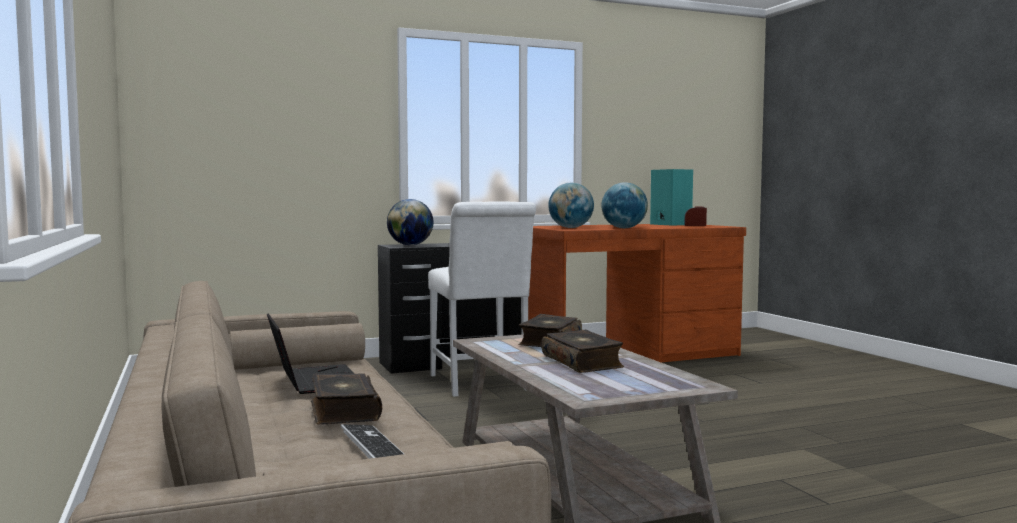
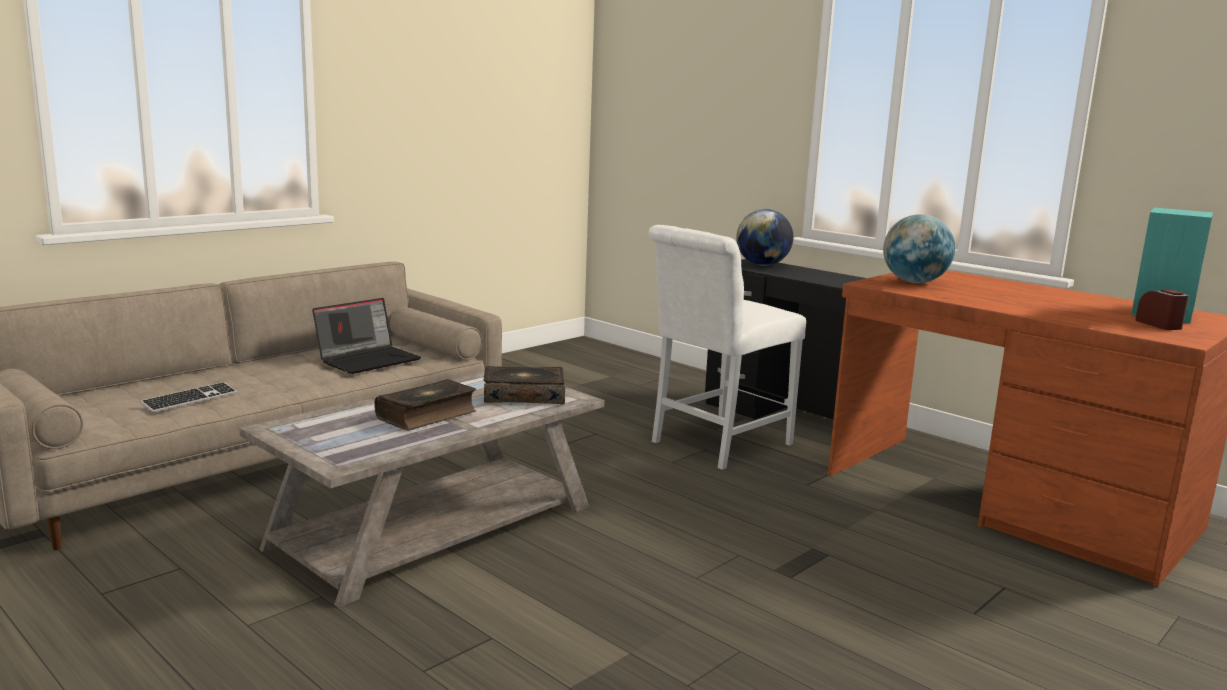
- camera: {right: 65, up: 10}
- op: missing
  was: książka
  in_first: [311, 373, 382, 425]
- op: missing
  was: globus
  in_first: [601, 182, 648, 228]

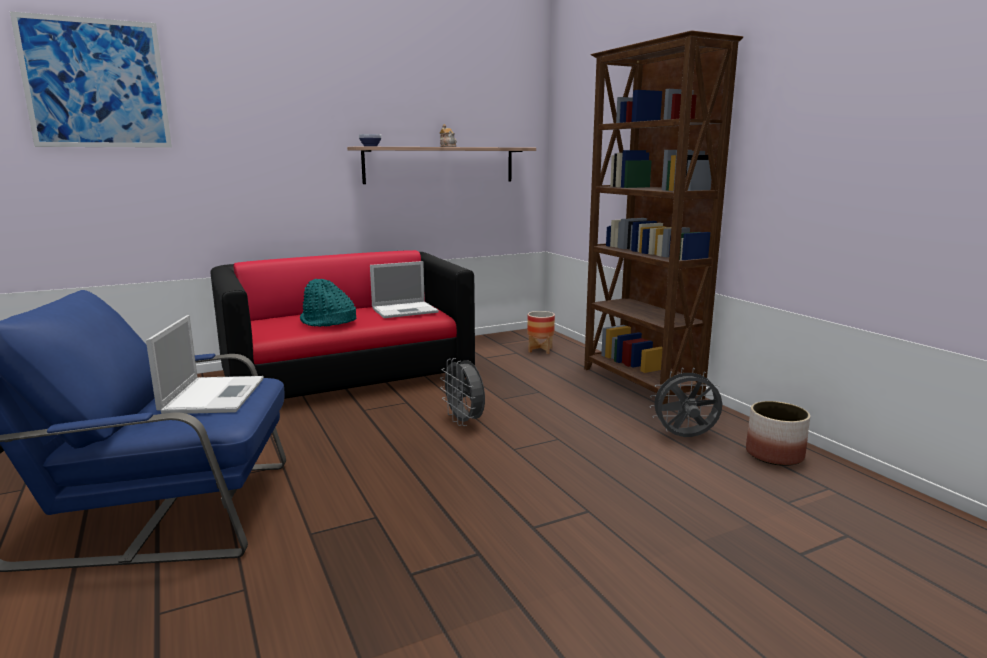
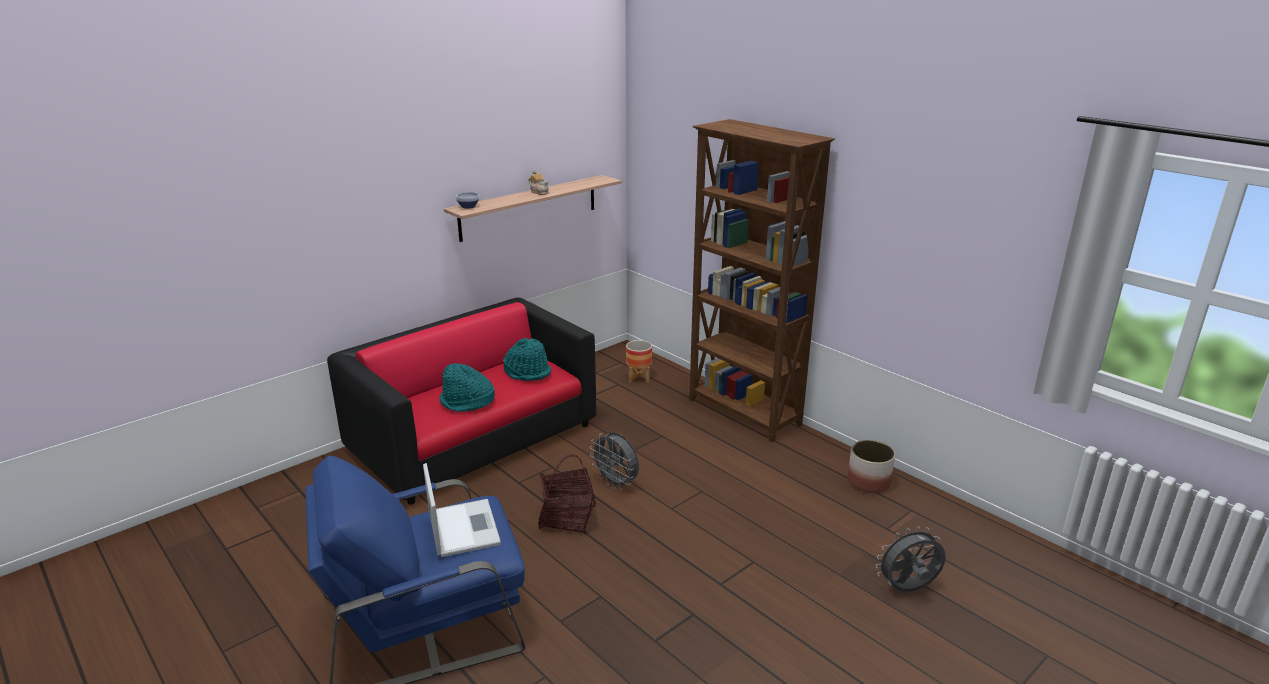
- camera: {right: -15, up: 10}
- op: missing
  was: obraz
  in_first: [10, 11, 172, 148]
- op: exchanged
  was: laptop
  now: kapelusz (turkusowy)
  in_first: [370, 261, 439, 318]
  in_second: [503, 338, 551, 381]
- op: relocated
  was: wentylator (szary)
  in_first: [650, 368, 722, 437]
  in_second: [875, 526, 946, 592]
- op: appeared
  now: koszyk
  in_second: [538, 454, 596, 533]

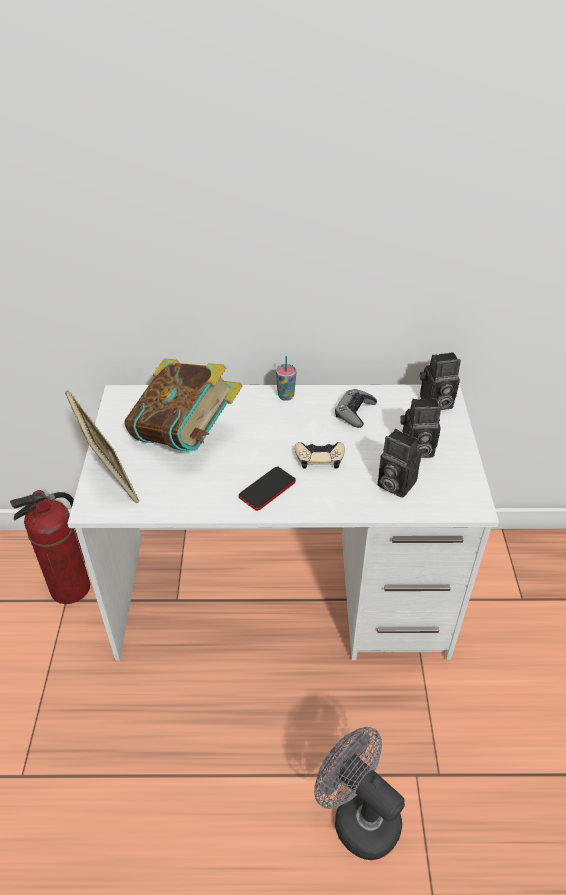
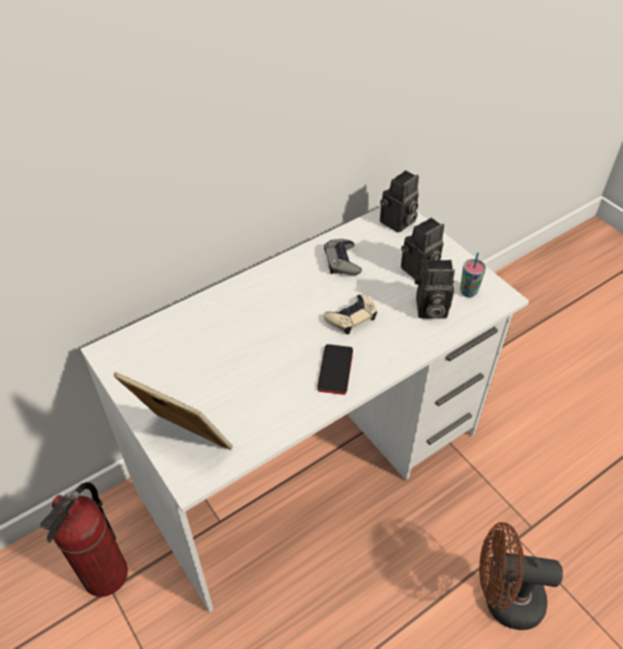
- camera: {right: -35, up: 5}
- op: missing
  was: książka
  in_first: [124, 359, 242, 451]
- op: relocated
  was: filiżanka
  in_first: [276, 356, 297, 401]
  in_second: [460, 252, 486, 297]
- op: colour
  was: wentylator (szary)
  now: wentylator (brązowy)
  in_first: [314, 727, 405, 860]
  in_second: [479, 522, 563, 630]

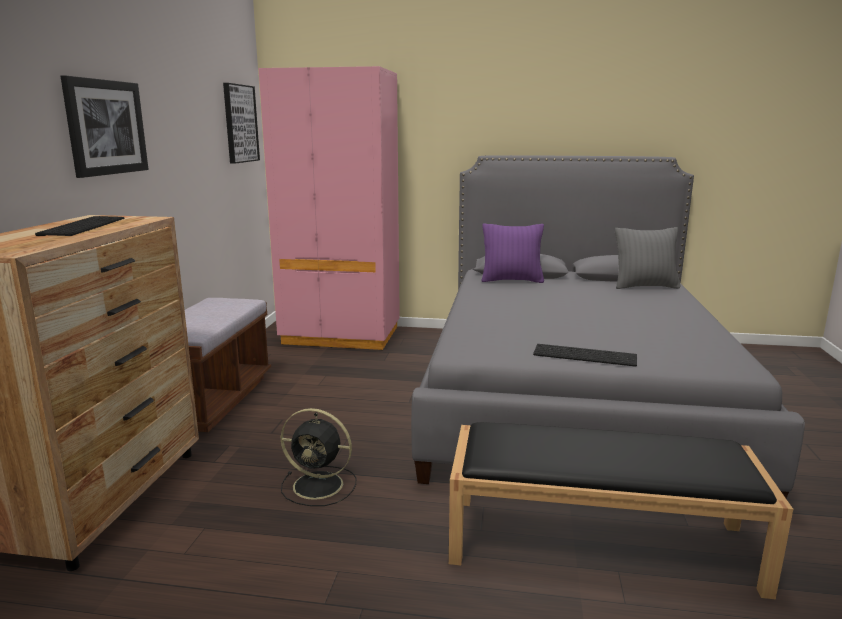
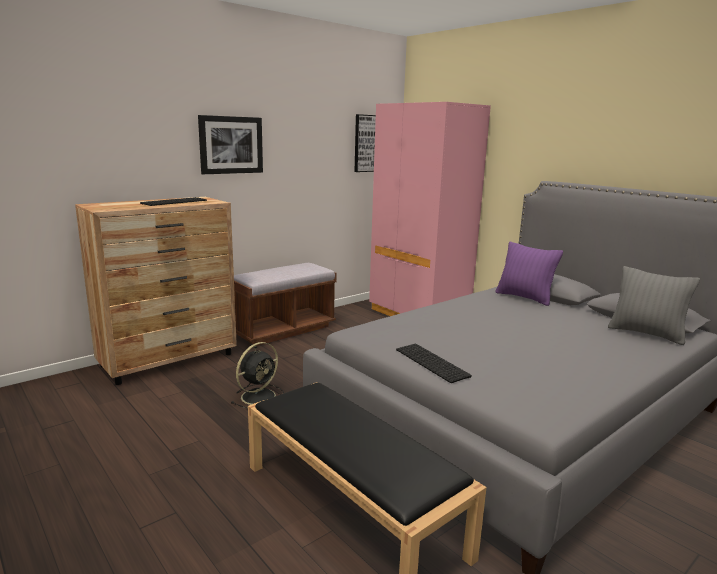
- camera: {right: 40, up: 0}
- op: spun
  was: wentylator (czarny)
  in_first: [281, 408, 356, 506]
  in_second: [231, 342, 284, 408]
  clockwise: -105

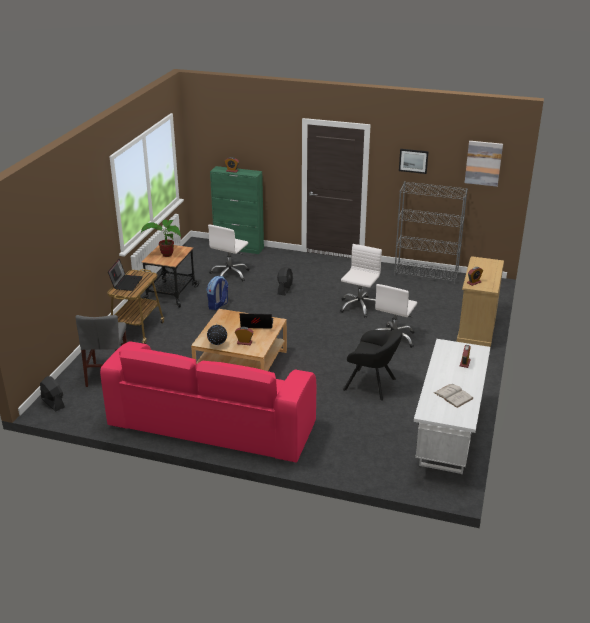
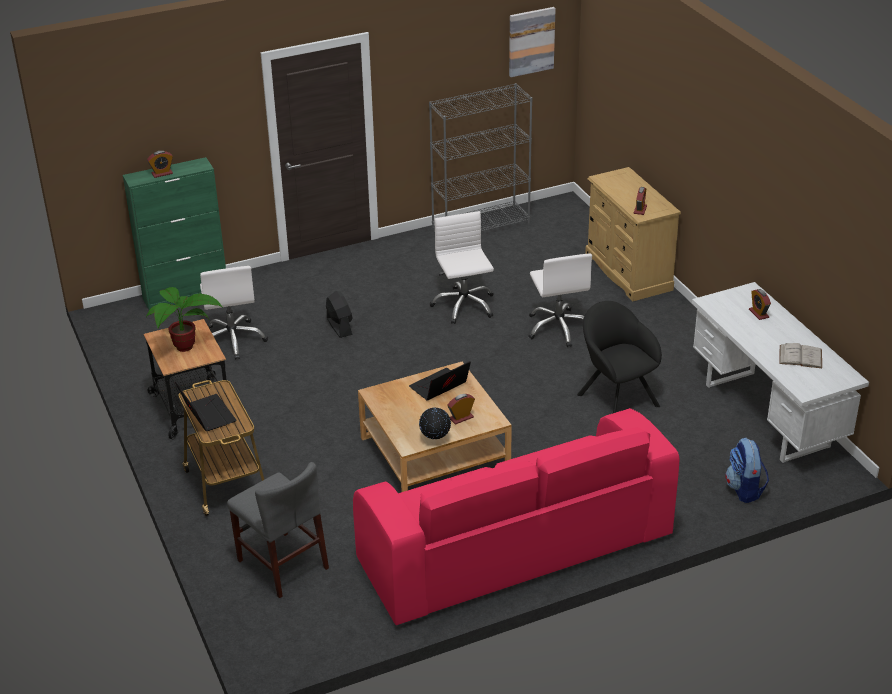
- camera: {right: -40, up: 5}
- op: missing
  was: wentylator (czarny)
  in_first: [40, 376, 65, 411]
- op: relocated
  was: plecak
  in_first: [207, 276, 228, 310]
  in_second: [725, 438, 769, 503]
- op: spun
  was: fotel (czarny)
  in_first: [343, 329, 402, 401]
  in_second: [577, 301, 662, 413]
  clockwise: -105
- op: missing
  was: obraz
  in_first: [399, 149, 429, 174]

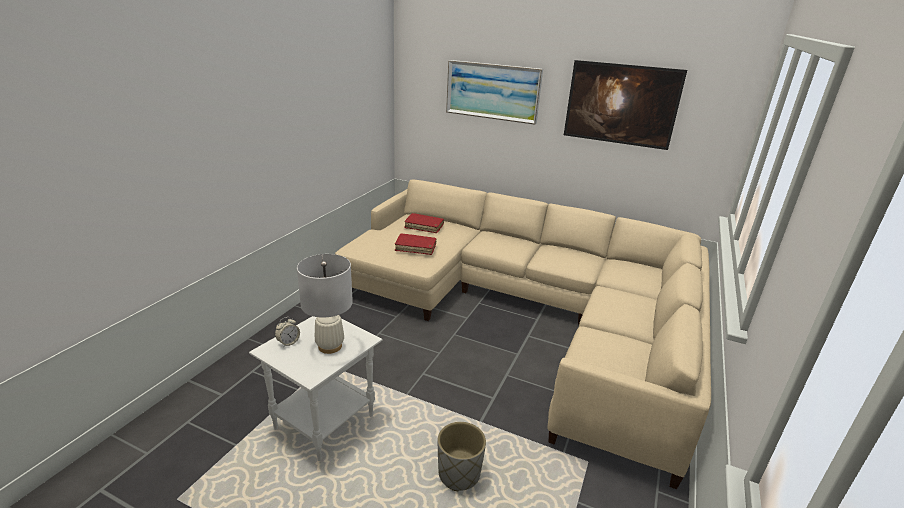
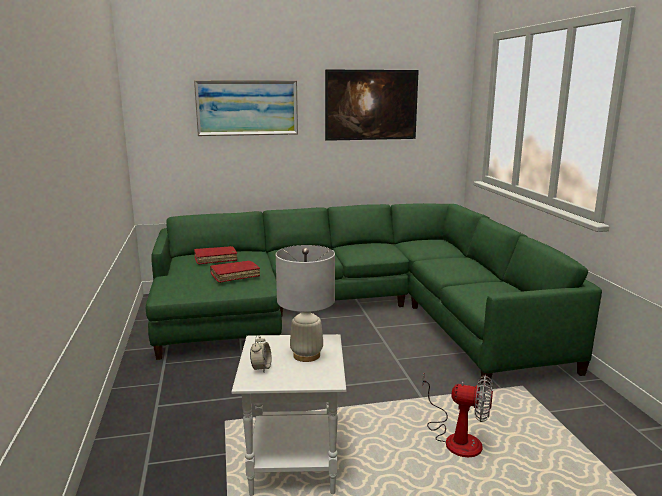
- camera: {right: -35, up: -10}
- op: colour
  was: kanapa (beżowy)
  now: kanapa (zielony)
  in_first: [335, 179, 711, 489]
  in_second: [146, 203, 602, 386]
- op: exchanged
  was: donica (szary)
  now: wentylator
  in_first: [438, 422, 486, 491]
  in_second: [422, 374, 493, 457]

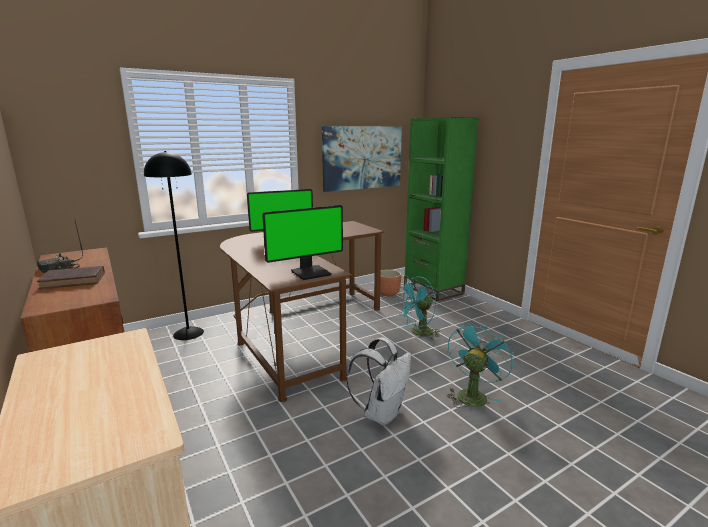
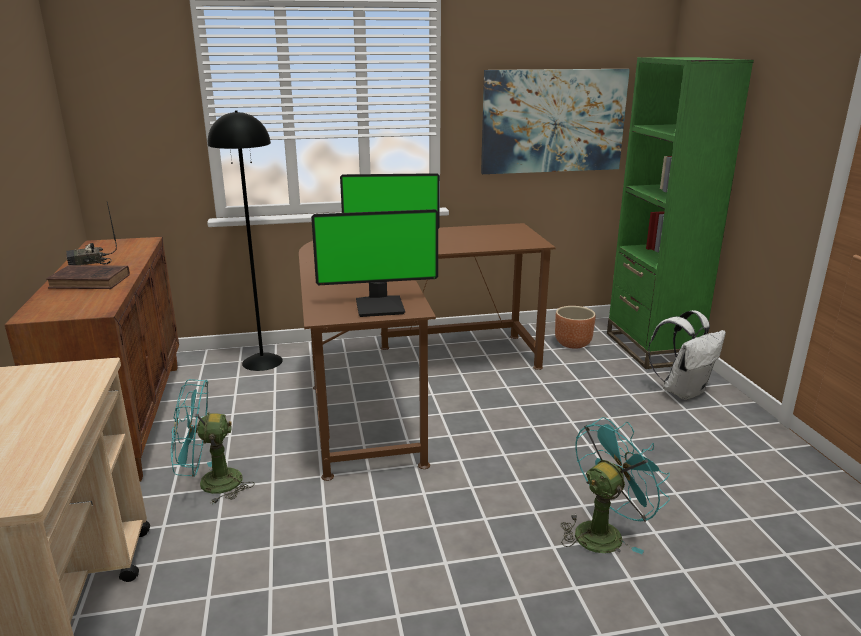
- camera: {right: 20, up: 5}
- op: relocated
  was: plecak (biały)
  in_first: [346, 337, 411, 426]
  in_second: [648, 310, 726, 400]
- op: relocated
  was: wentylator (turkusowy)
  in_first: [396, 276, 440, 339]
  in_second: [171, 379, 255, 505]

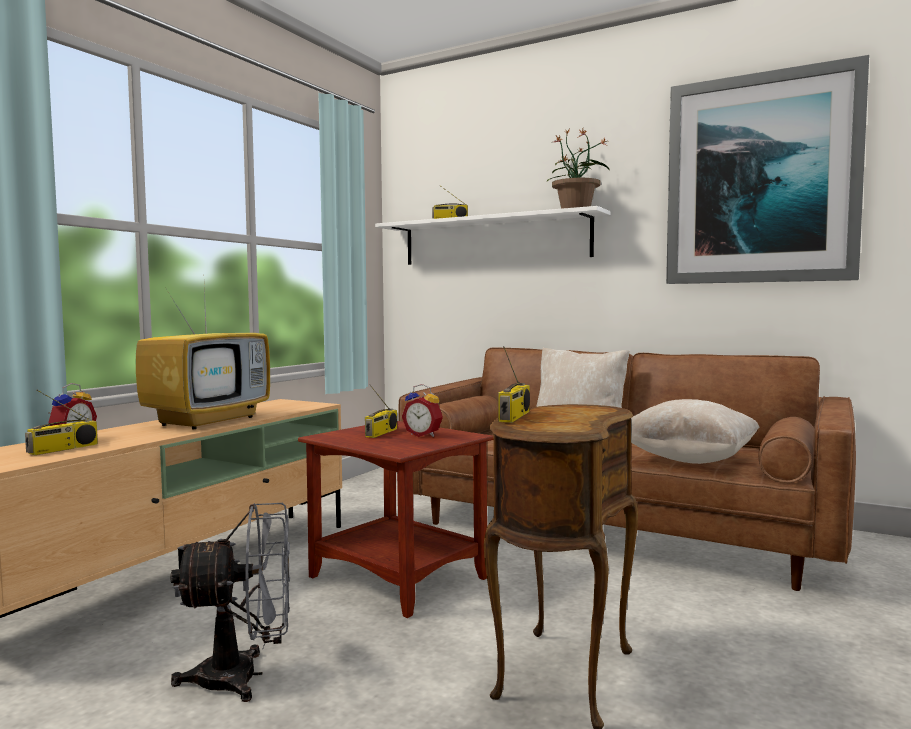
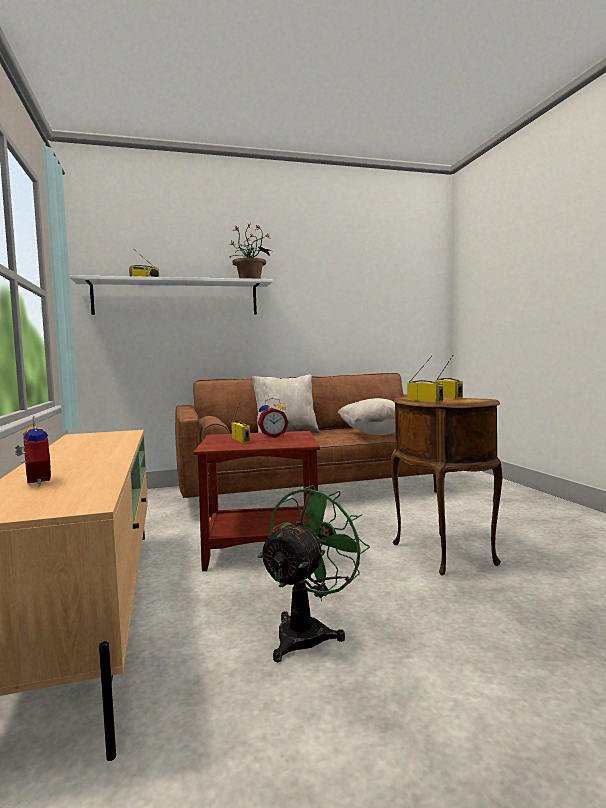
- camera: {right: -45, up: 0}
- op: relocated
  was: radio
  in_first: [25, 390, 98, 455]
  in_second: [435, 355, 463, 399]
- op: missing
  was: telewizor
  in_first: [136, 287, 270, 429]
- op: colour
  was: wentylator (szary)
  now: wentylator (zielony)
  in_first: [170, 503, 290, 702]
  in_second: [258, 485, 370, 662]
- op: missing
  was: obraz
  in_first: [666, 55, 869, 284]

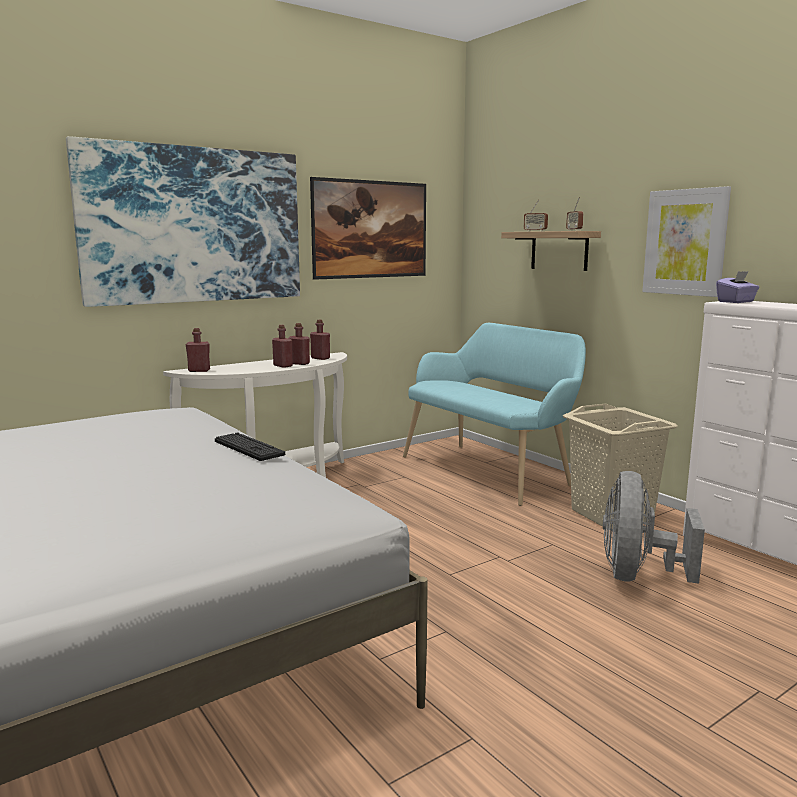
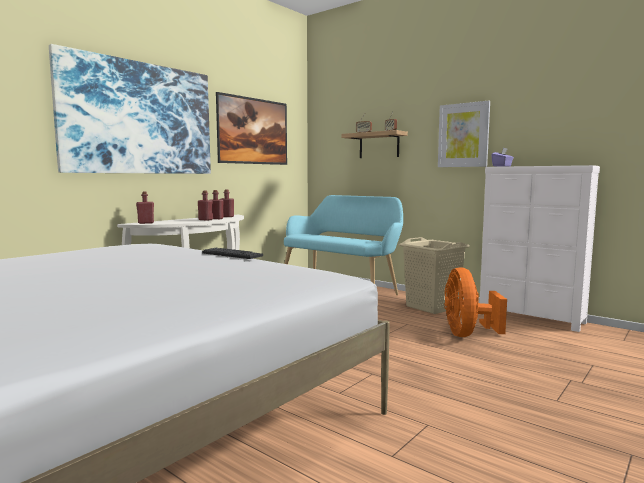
- camera: {right: -15, up: -5}
- op: colour
  was: wentylator (szary)
  now: wentylator (pomarańczowy)
  in_first: [603, 471, 705, 584]
  in_second: [444, 267, 507, 337]

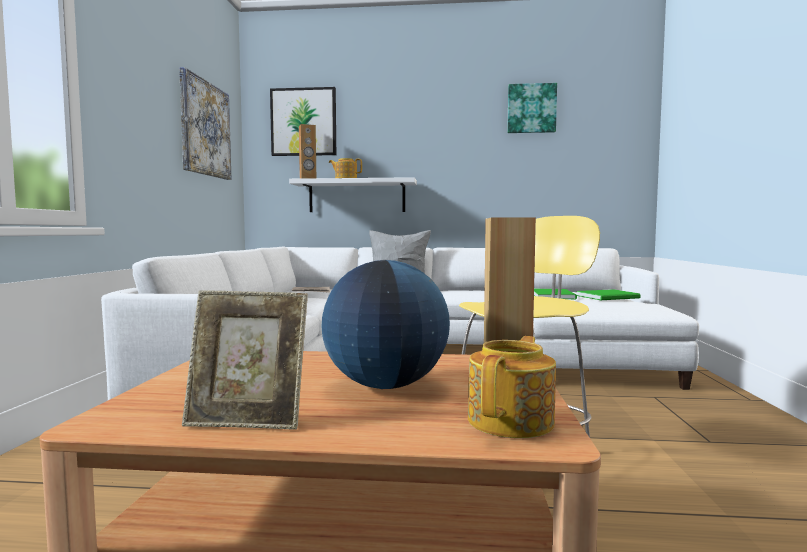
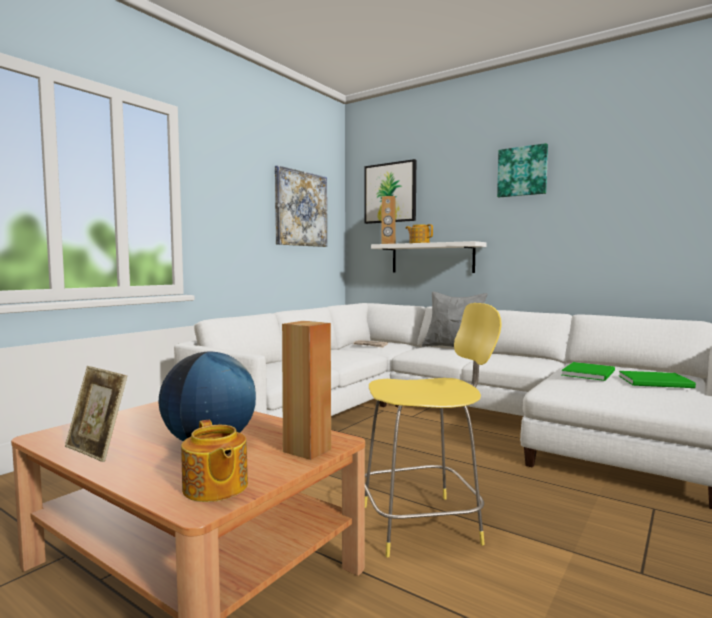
- camera: {right: 30, up: 0}
- op: spun
  was: imbryk
  in_first: [468, 336, 556, 438]
  in_second: [181, 420, 248, 502]
  clockwise: 90
- op: relocated
  was: obraz
  in_first: [507, 83, 557, 133]
  in_second: [497, 143, 548, 197]

